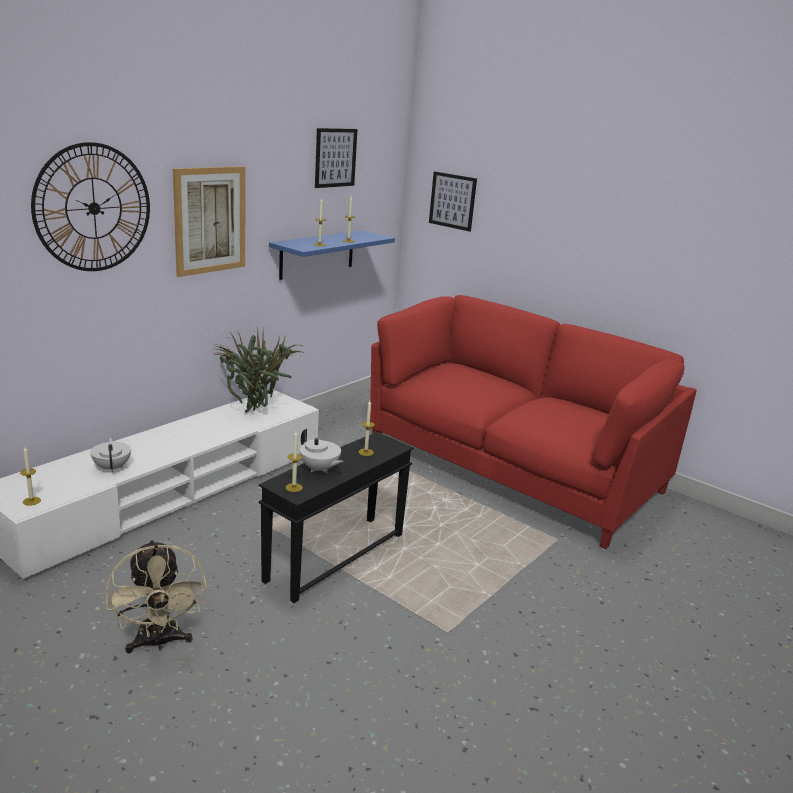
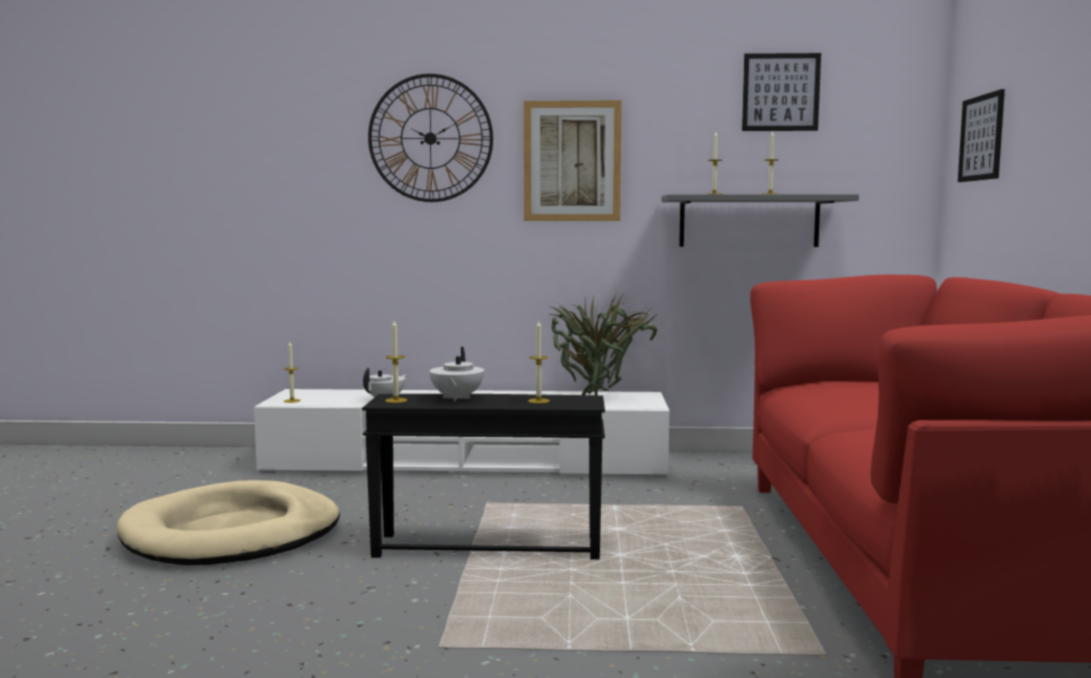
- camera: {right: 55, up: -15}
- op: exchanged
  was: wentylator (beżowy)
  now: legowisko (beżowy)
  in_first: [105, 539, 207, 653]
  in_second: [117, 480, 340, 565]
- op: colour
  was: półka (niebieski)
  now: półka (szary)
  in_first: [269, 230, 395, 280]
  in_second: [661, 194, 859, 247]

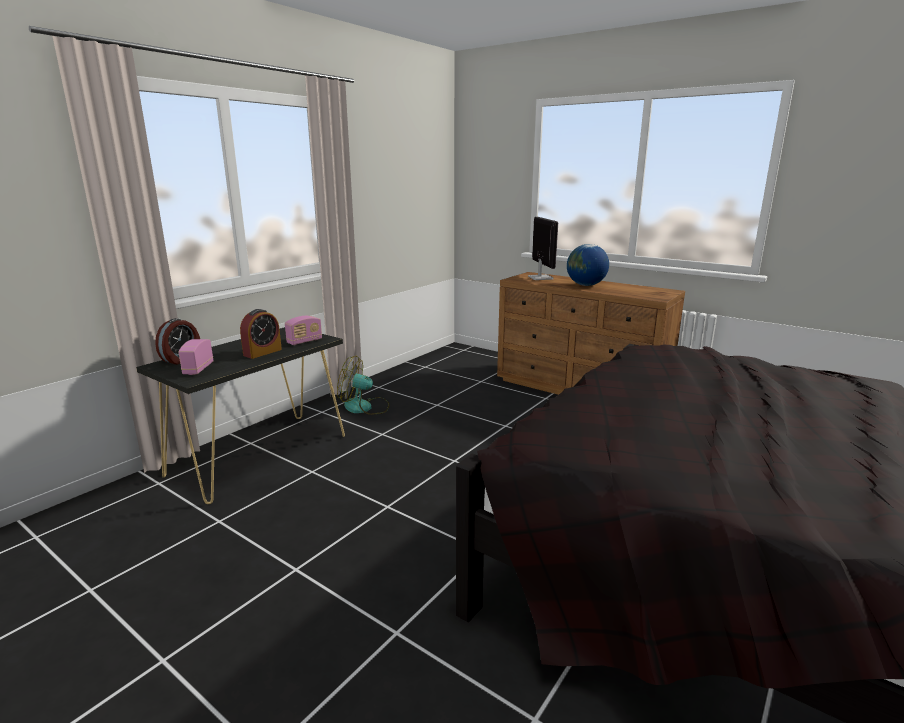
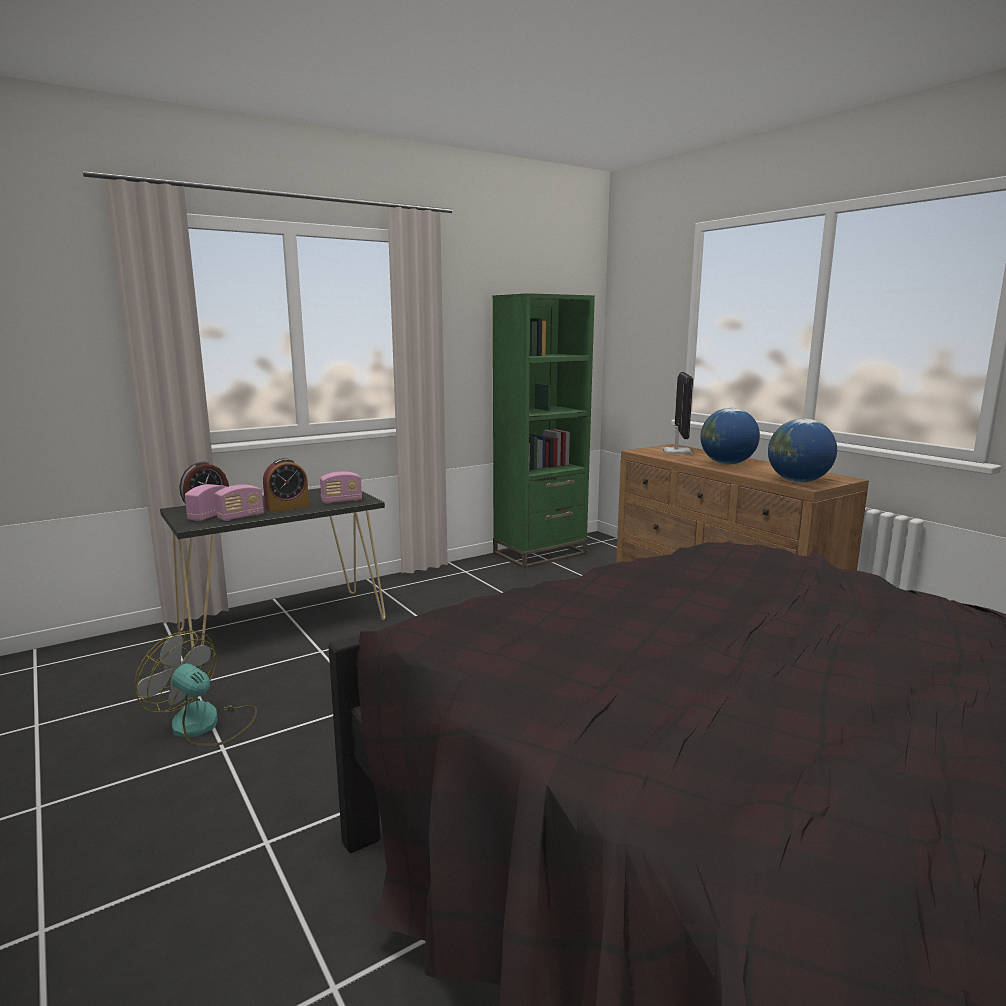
- camera: {right: 20, up: -5}
- op: relocated
  was: wentylator
  in_first: [337, 356, 389, 415]
  in_second: [135, 631, 257, 746]
- op: appeared
  now: radio
  in_second: [215, 485, 264, 521]
- op: appeared
  now: regał (zielony)
  in_second: [492, 293, 595, 569]
- op: appeared
  now: globus
  in_second: [768, 419, 837, 482]

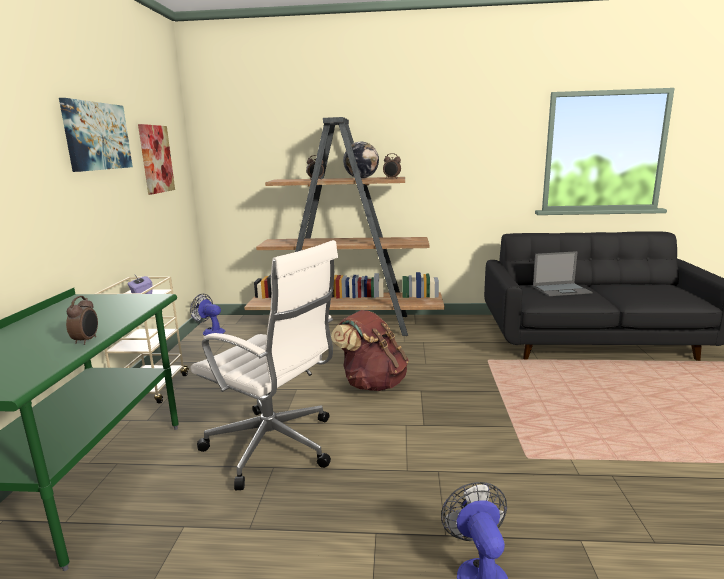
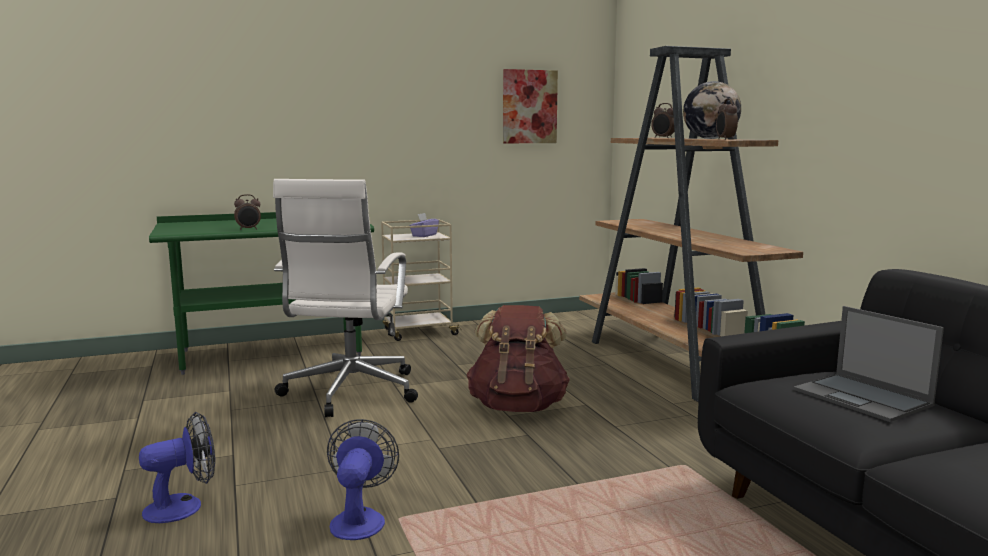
- camera: {right: 65, up: -5}
- op: missing
  was: obraz
  in_first: [59, 98, 133, 172]
- op: relocated
  was: wentylator
  in_first: [190, 294, 225, 336]
  in_second: [327, 419, 399, 540]

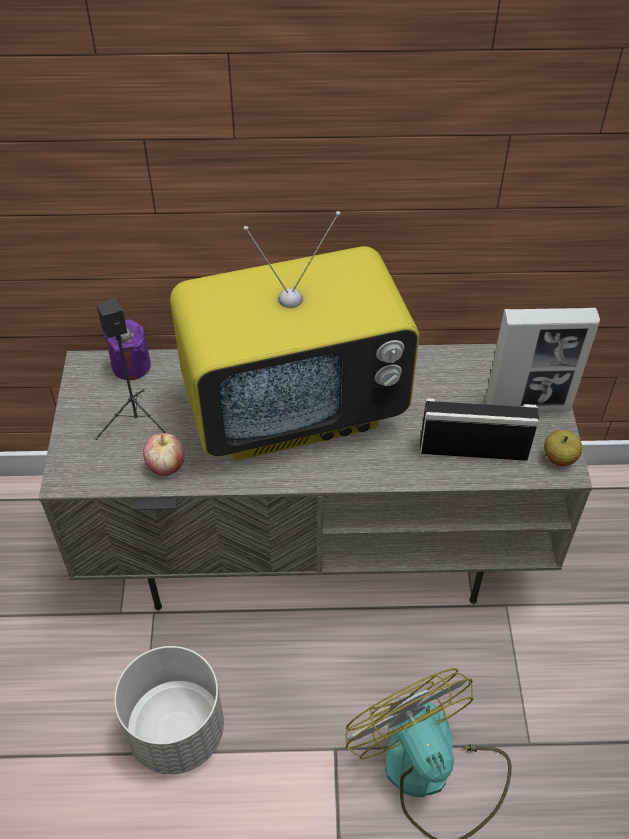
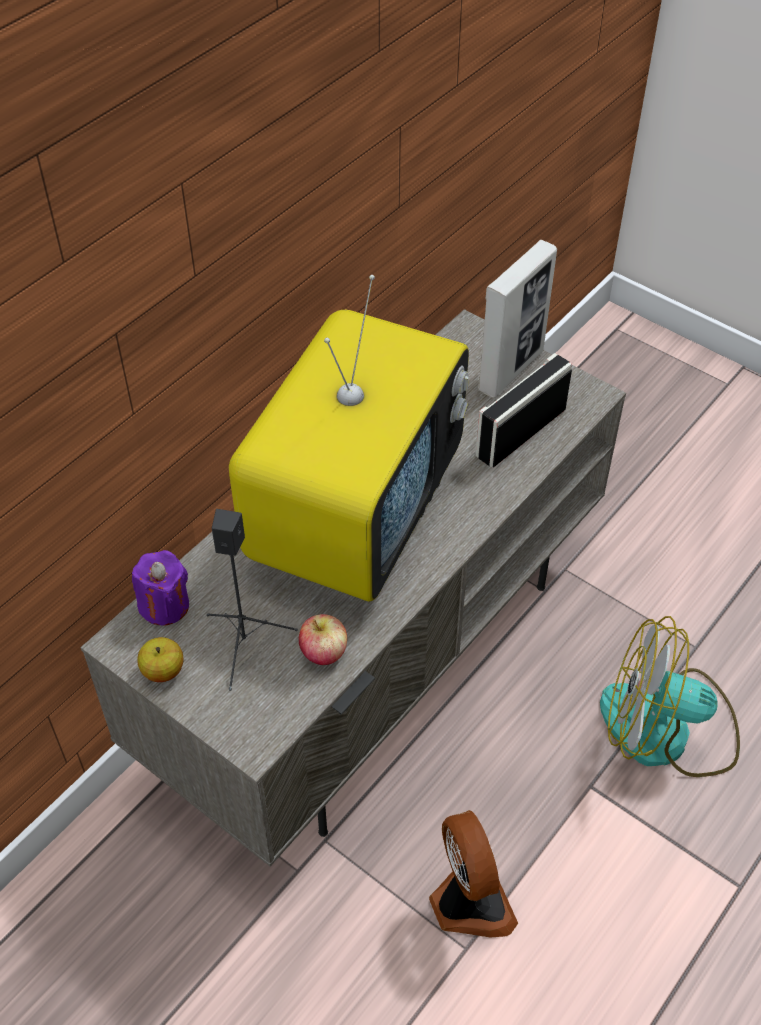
- camera: {right: -50, up: 0}
- op: exchanged
  was: donica (szary)
  now: wentylator
  in_first: [114, 646, 224, 774]
  in_second: [429, 810, 518, 937]
- op: relocated
  was: jabłko
  in_first: [544, 430, 582, 466]
  in_second: [137, 637, 183, 682]

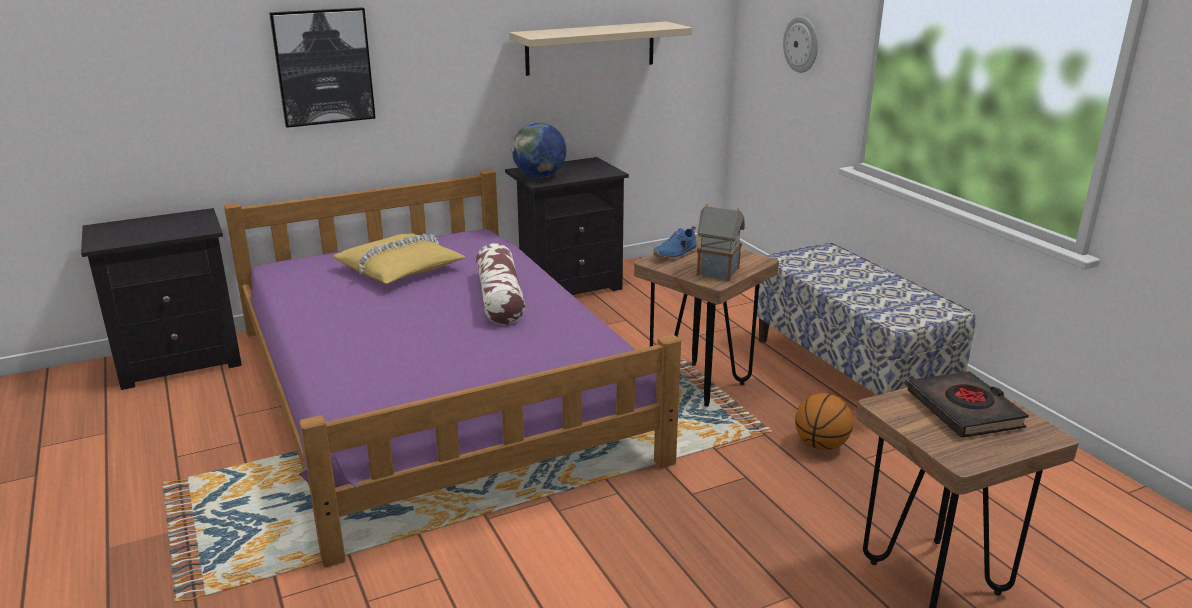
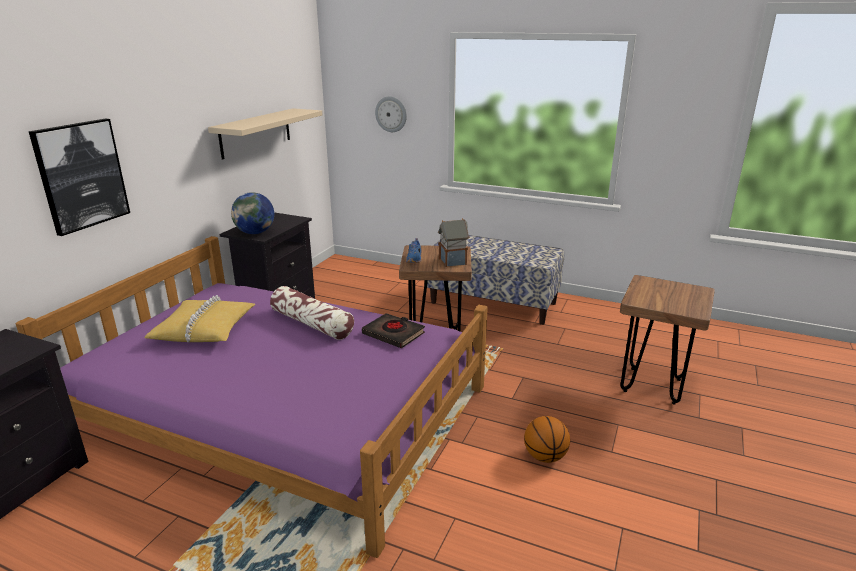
- camera: {right: -40, up: 0}
- op: relocated
  was: piłka do koszykówki
  in_first: [795, 393, 853, 450]
  in_second: [524, 416, 570, 463]
- op: relocated
  was: książka (czarny)
  in_first: [908, 371, 1029, 438]
  in_second: [362, 313, 425, 348]

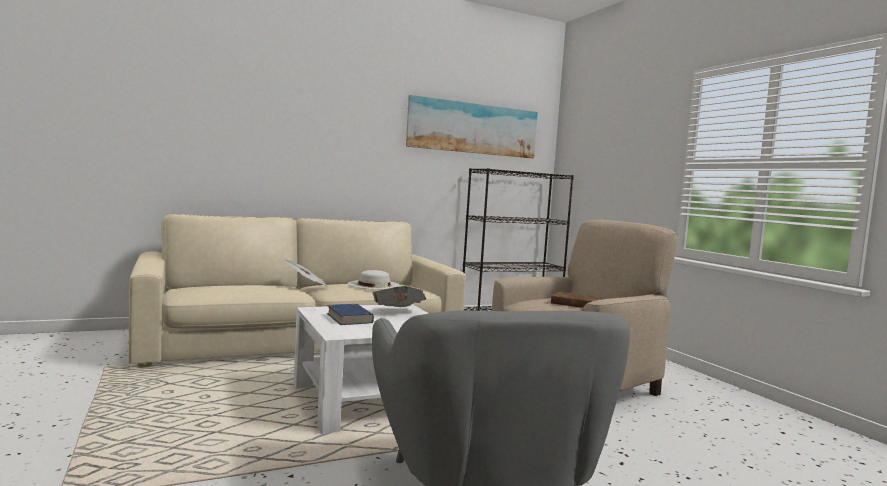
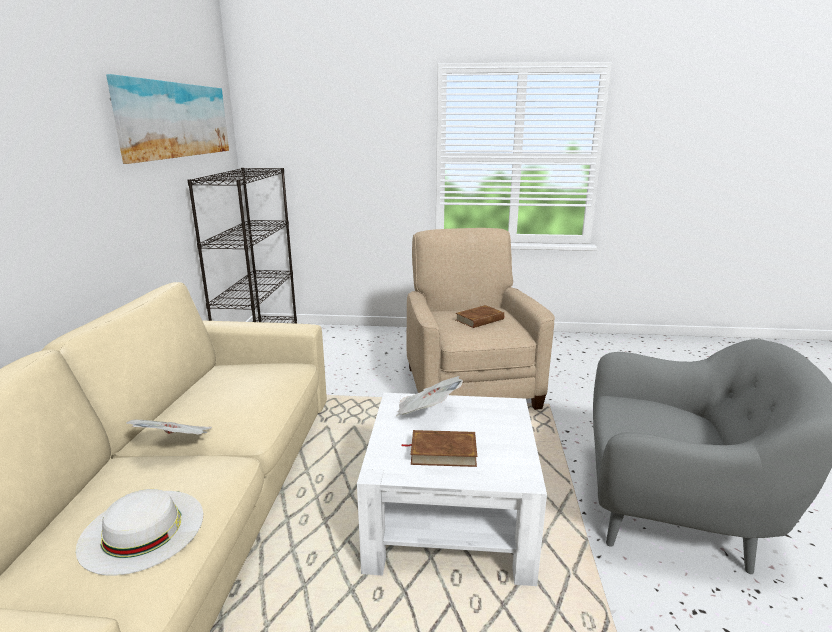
- camera: {right: -60, up: 15}
- op: colour
  was: książka (niebieski)
  now: książka (brązowy)
  in_first: [327, 304, 374, 325]
  in_second: [402, 430, 477, 467]
- op: relocated
  was: kapelusz (biały)
  in_first: [348, 270, 401, 290]
  in_second: [76, 489, 203, 576]

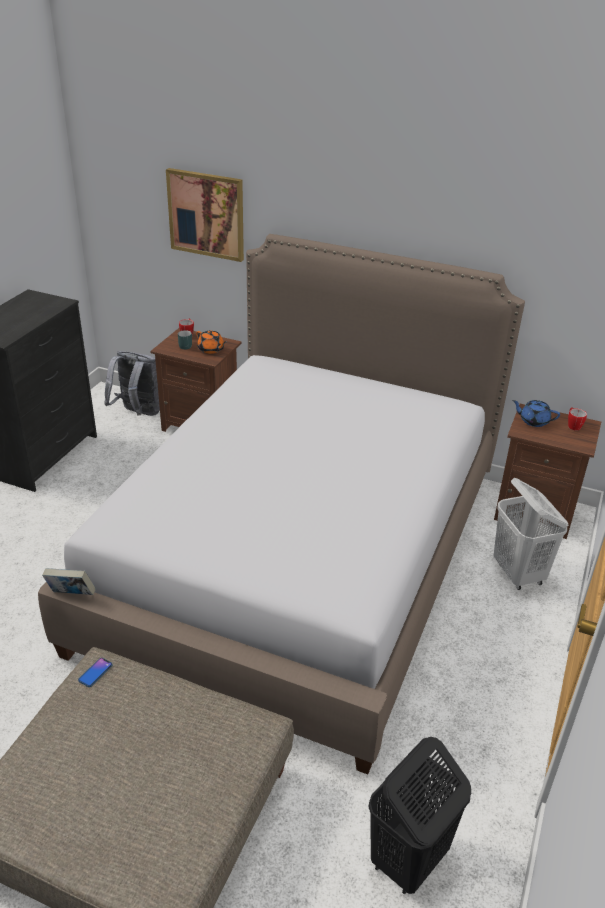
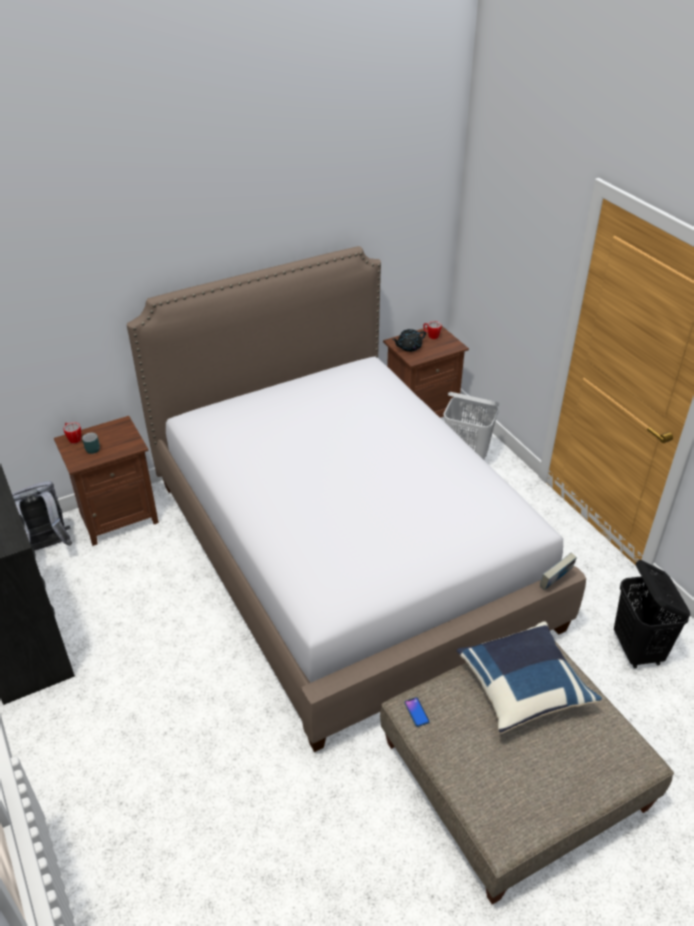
- camera: {right: -50, up: 5}
- op: relocated
  was: książka
  in_first: [42, 568, 96, 595]
  in_second: [540, 553, 577, 590]
- op: missing
  was: obraz
  in_first: [166, 168, 244, 262]
- op: missing
  was: imbryk (pomarańczowy)
  in_first: [196, 330, 226, 354]
- op: colour
  was: imbryk (niebieski)
  now: imbryk (czarny)
  in_first: [512, 400, 560, 427]
  in_second: [392, 329, 426, 352]
- op: appeared
  now: poduszka (niebieski)
  in_second: [457, 621, 602, 734]

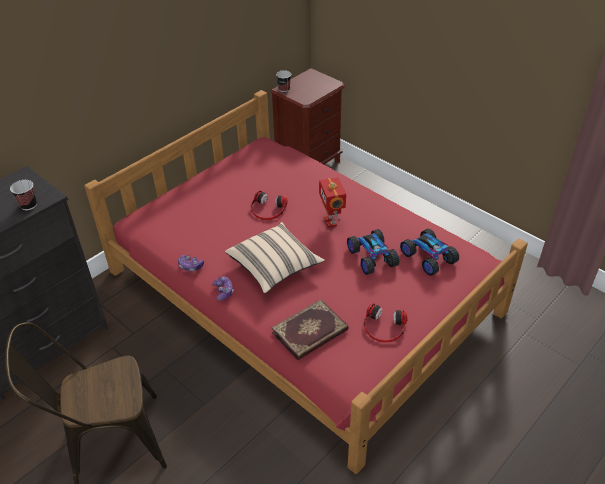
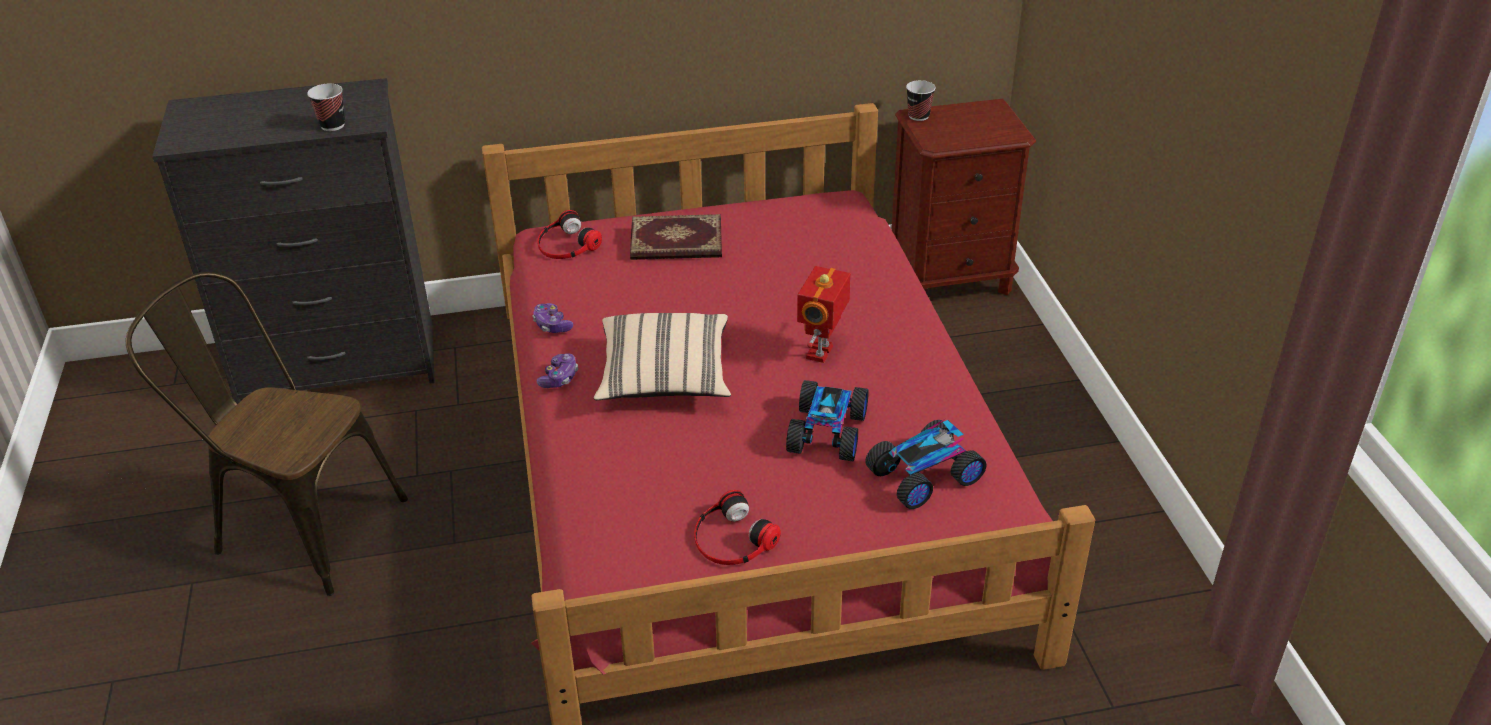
- camera: {right: 35, up: -5}
- op: relocated
  was: słuchawki
  in_first: [251, 190, 288, 220]
  in_second: [538, 210, 602, 259]
- op: relocated
  was: książka
  in_first: [272, 299, 349, 360]
  in_second: [630, 214, 722, 260]
- op: spun
  was: samochodzik
  in_first: [400, 229, 459, 276]
  in_second: [865, 419, 987, 509]
  clockwise: -120

